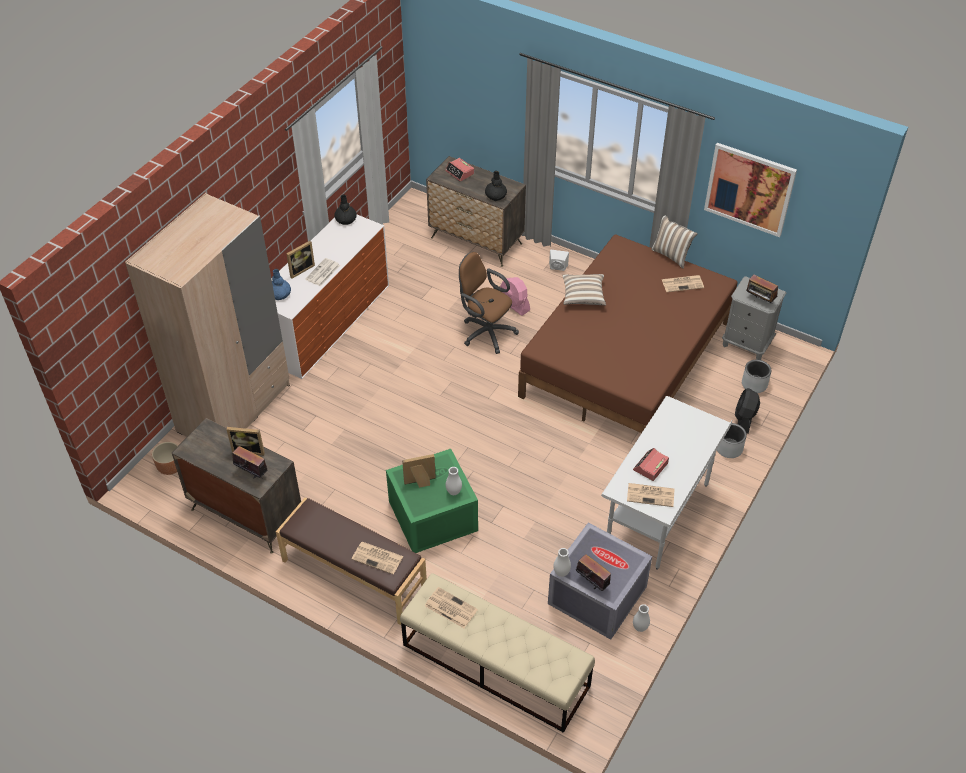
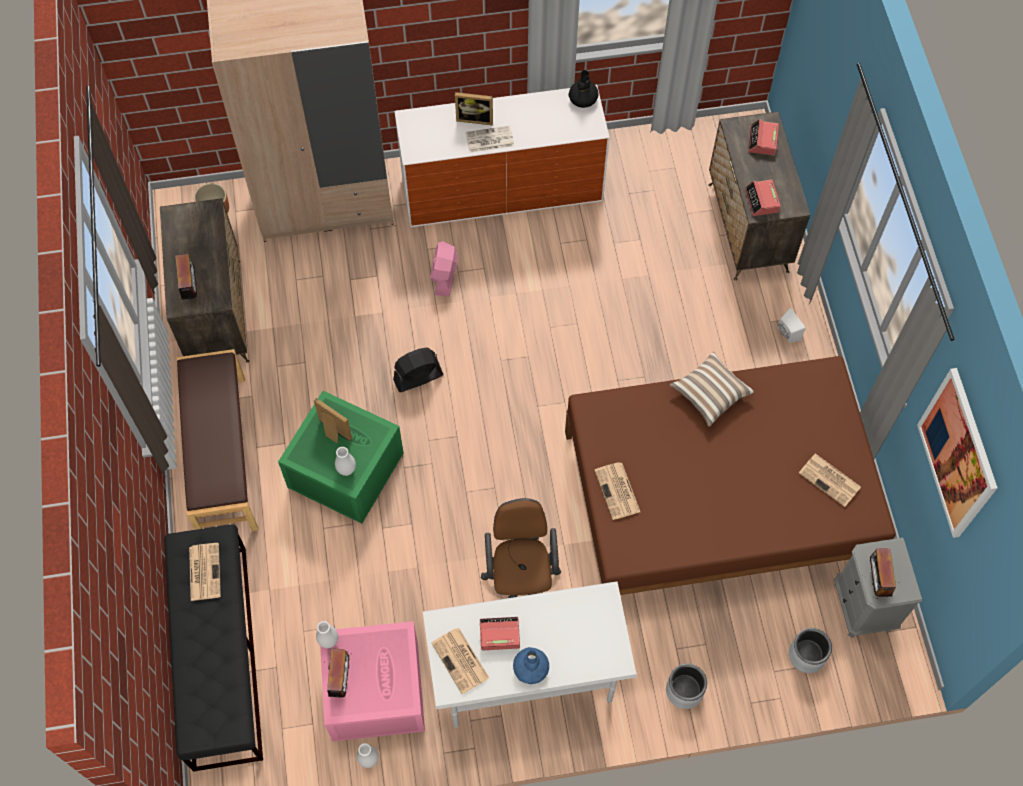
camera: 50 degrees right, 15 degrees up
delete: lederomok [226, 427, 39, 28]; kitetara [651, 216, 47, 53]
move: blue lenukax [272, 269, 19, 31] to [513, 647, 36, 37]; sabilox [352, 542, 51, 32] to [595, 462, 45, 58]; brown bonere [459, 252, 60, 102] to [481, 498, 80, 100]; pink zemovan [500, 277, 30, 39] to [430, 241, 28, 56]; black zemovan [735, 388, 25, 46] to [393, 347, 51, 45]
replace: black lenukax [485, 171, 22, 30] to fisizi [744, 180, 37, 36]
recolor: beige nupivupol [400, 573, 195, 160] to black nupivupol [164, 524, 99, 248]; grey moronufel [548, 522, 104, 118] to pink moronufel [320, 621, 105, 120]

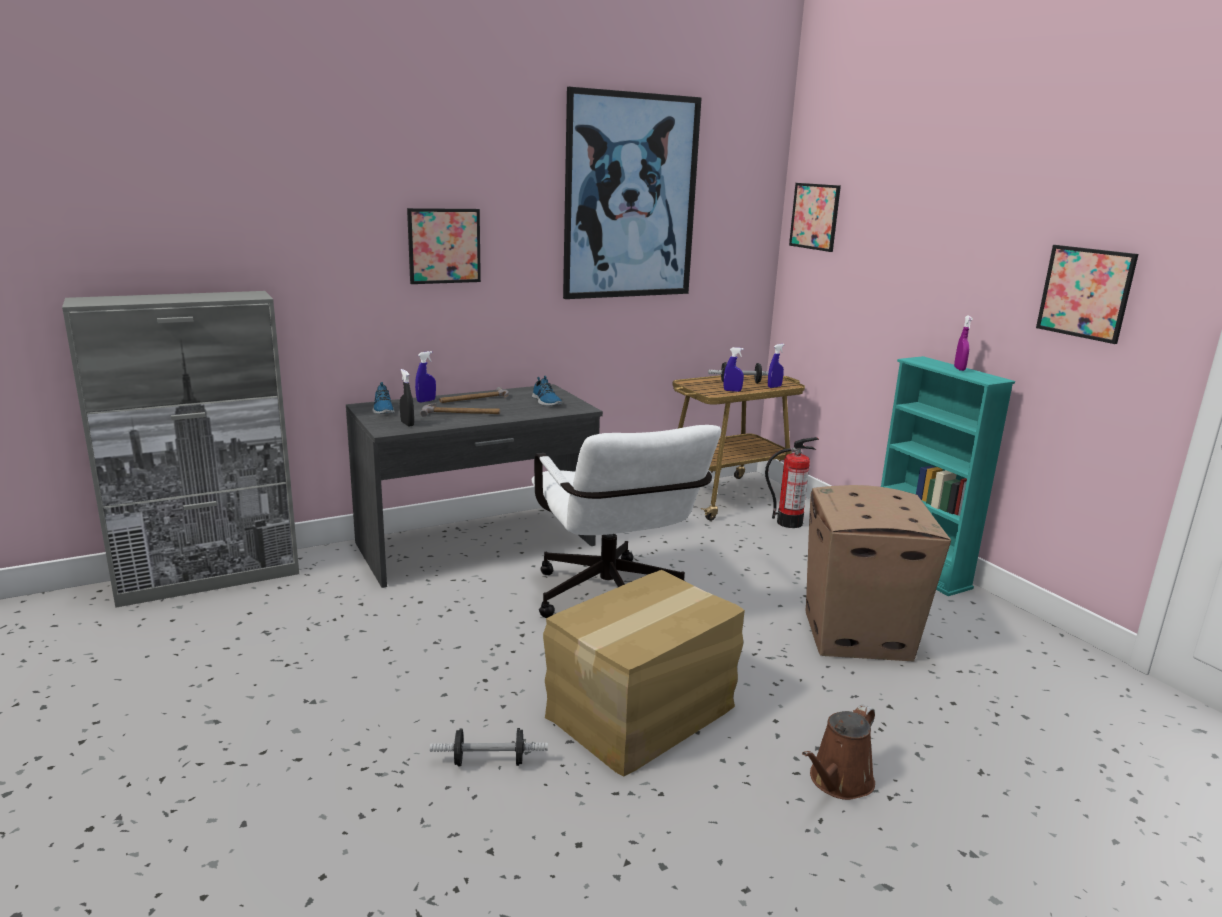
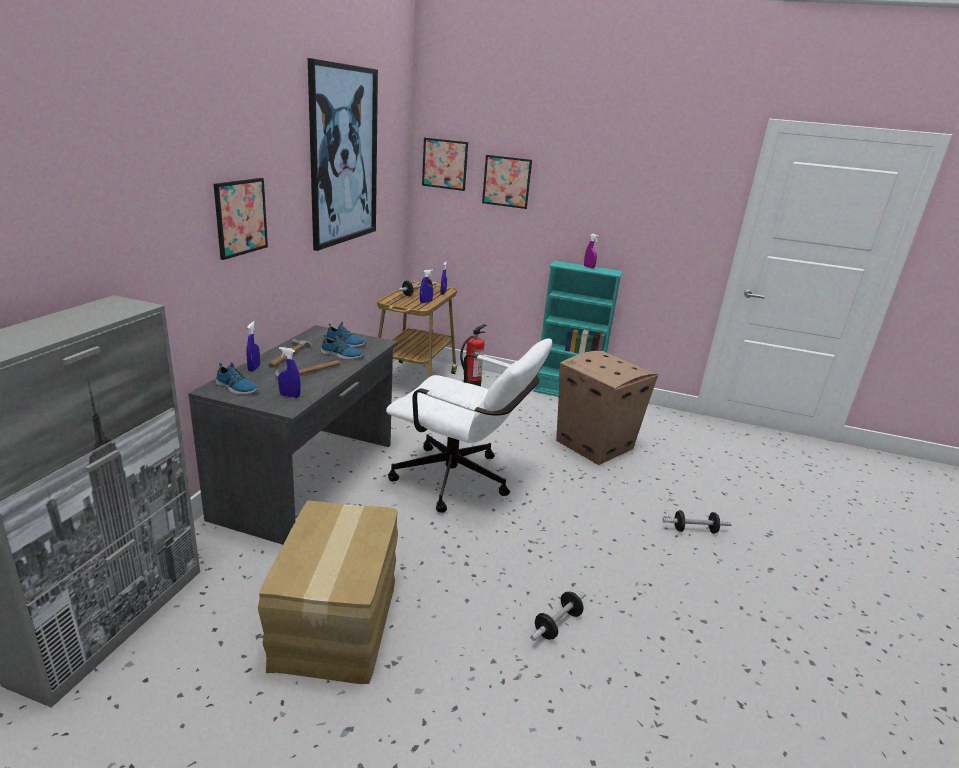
camera: 45 degrees left, 5 degrees up
insert: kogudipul [321, 333, 43, 27]
move: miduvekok [543, 570, 202, 207] to [258, 501, 140, 183]; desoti [1036, 245, 102, 99] to [482, 155, 50, 54]
replace: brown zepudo [802, 705, 73, 95] to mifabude [663, 510, 69, 24]
recolor: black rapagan [400, 369, 14, 58] to blue rapagan [278, 347, 23, 51]

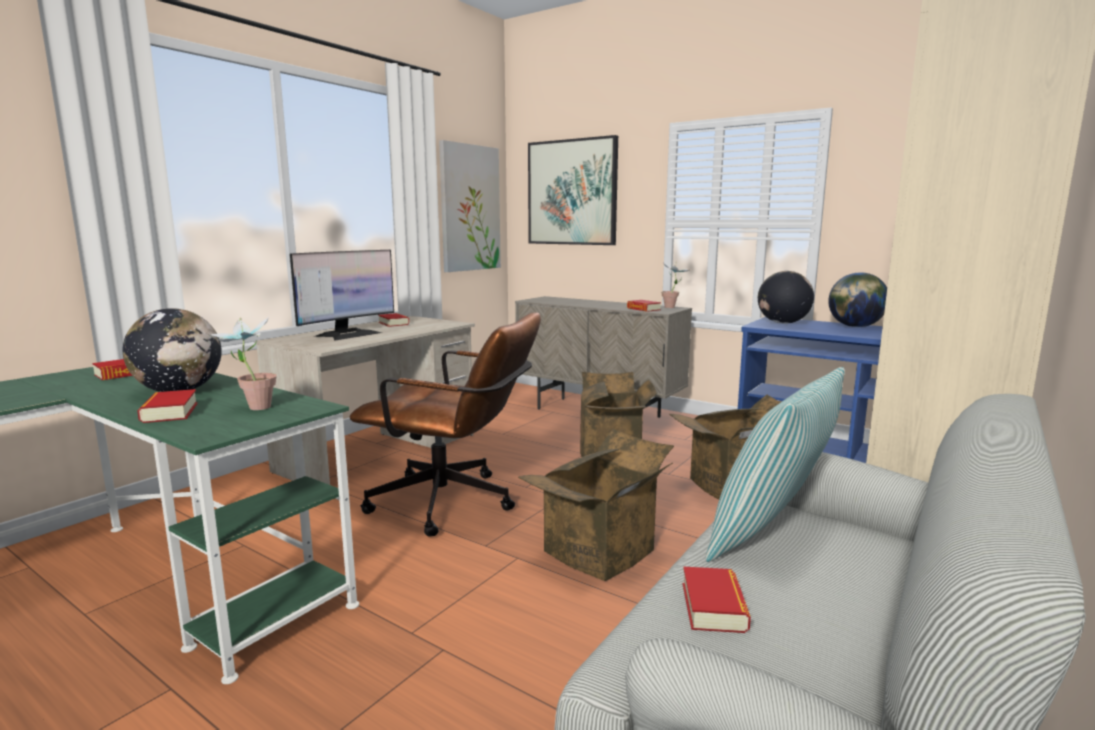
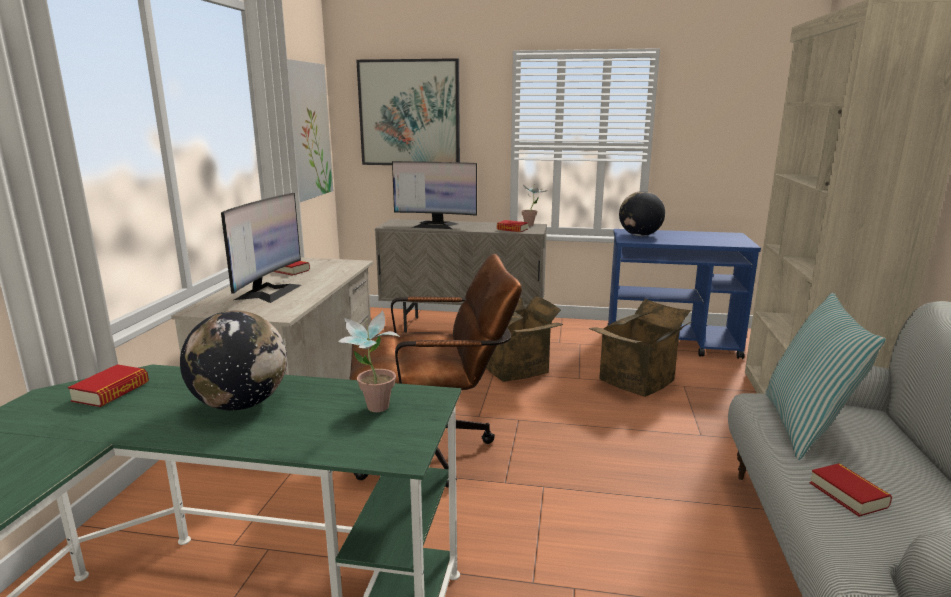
camera: 25 degrees left, 5 degrees up
delete: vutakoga [137, 389, 61, 34]; miduvekok [518, 429, 156, 152]; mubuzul [828, 272, 59, 55]
insert: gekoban [392, 161, 85, 68]

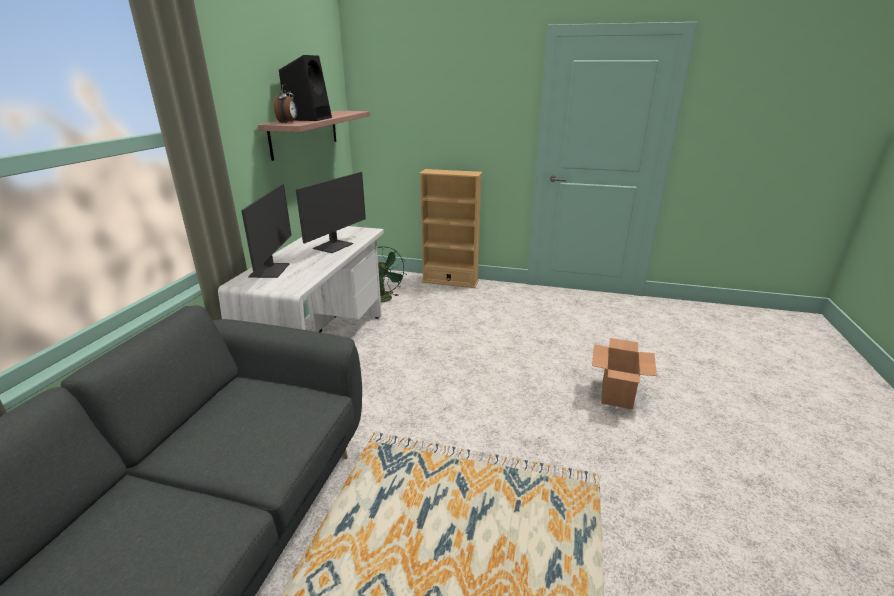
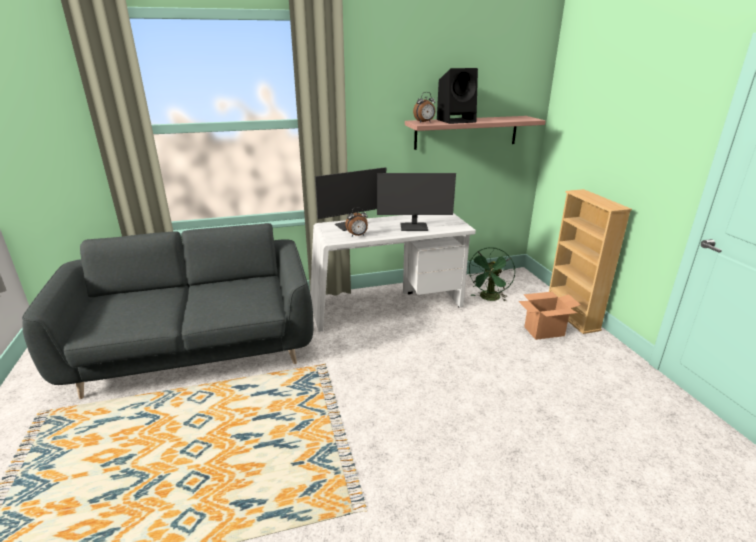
camera: 60 degrees right, 0 degrees up
insert: fisizi [345, 207, 23, 29]
move: miduvekok [592, 338, 65, 72] to [518, 292, 63, 48]

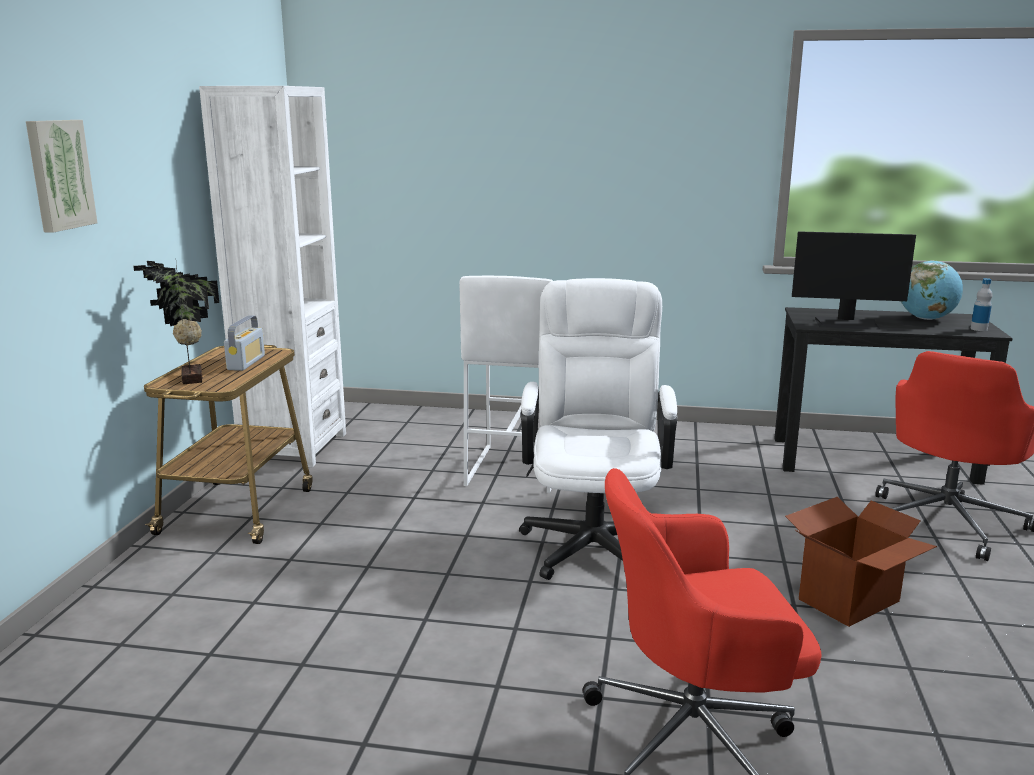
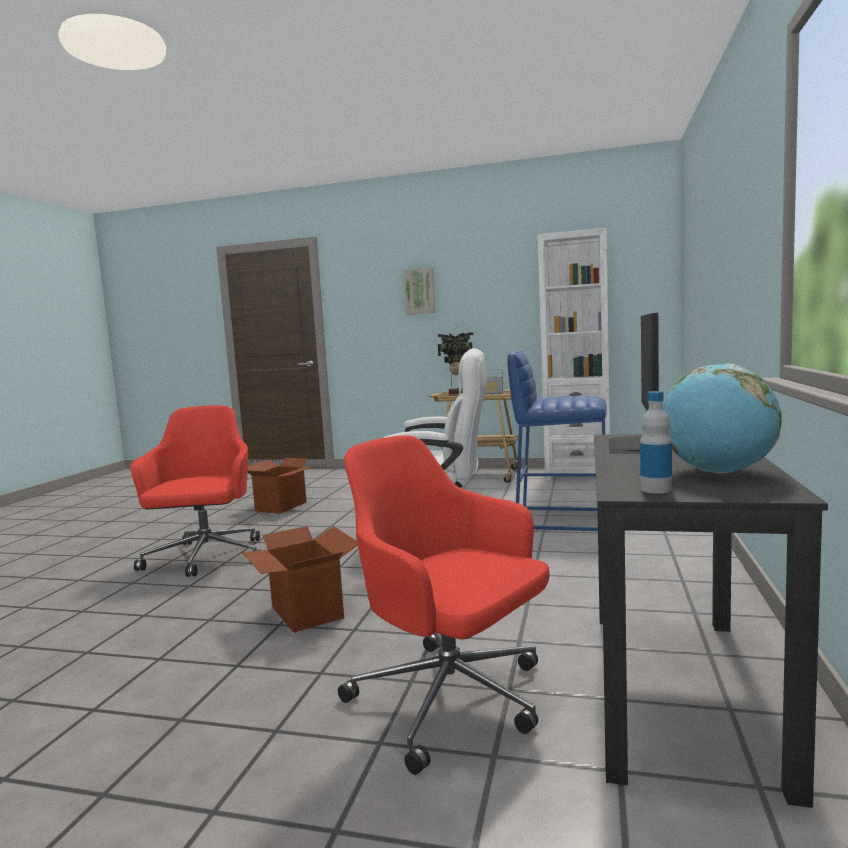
camera: 95 degrees right, 10 degrees down
insert: miduvekok [247, 458, 68, 56]
recolor: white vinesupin [460, 276, 93, 217] to blue vinesupin [507, 351, 100, 180]

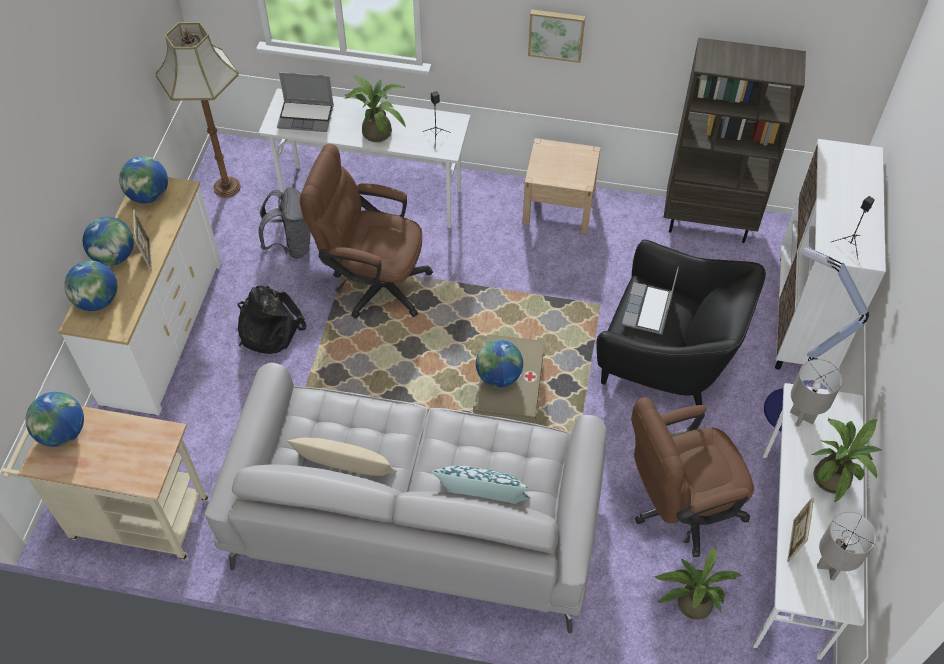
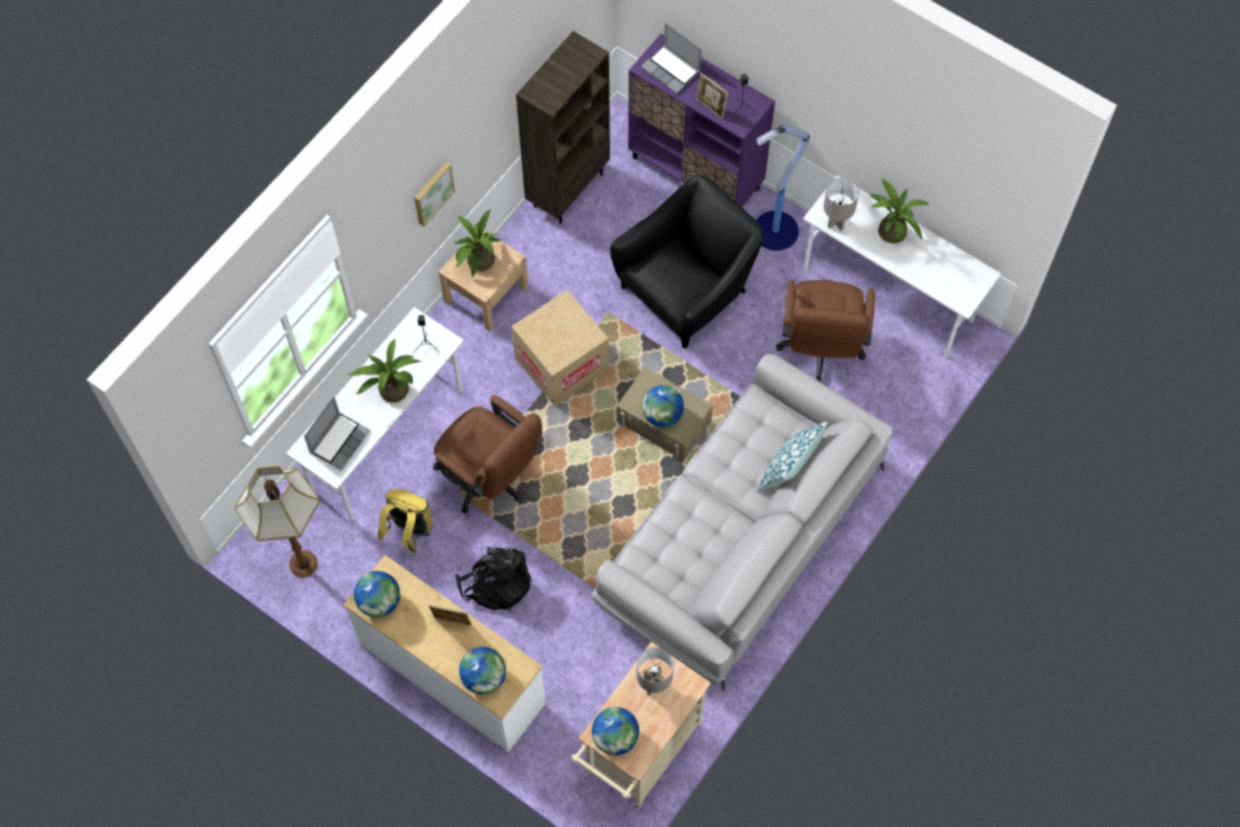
camera: 65 degrees left, 10 degrees up
delete: mubuzul [83, 217, 51, 49]; beige kitetara [287, 438, 110, 38]
insert: miduvekok [511, 290, 98, 116]
move: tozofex [622, 267, 57, 68] to [641, 23, 61, 71]; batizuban [654, 546, 88, 74] to [454, 209, 48, 68]; lederomok [787, 497, 27, 65] to [696, 73, 32, 46]; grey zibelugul [817, 512, 60, 68] to [636, 647, 38, 48]
recolor: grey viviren [258, 187, 53, 72] to yellow viviren [377, 489, 55, 65]; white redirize [775, 139, 111, 231] to purple redirize [628, 34, 147, 173]
rotate: brown bonere [300, 144, 133, 174] = [433, 395, 109, 119] 90 degrees counterclockwise

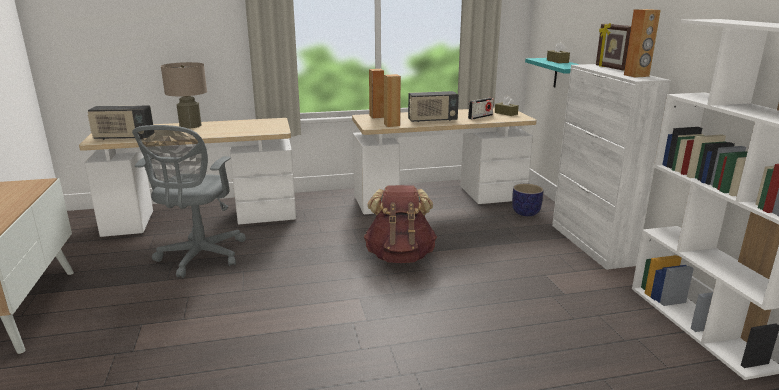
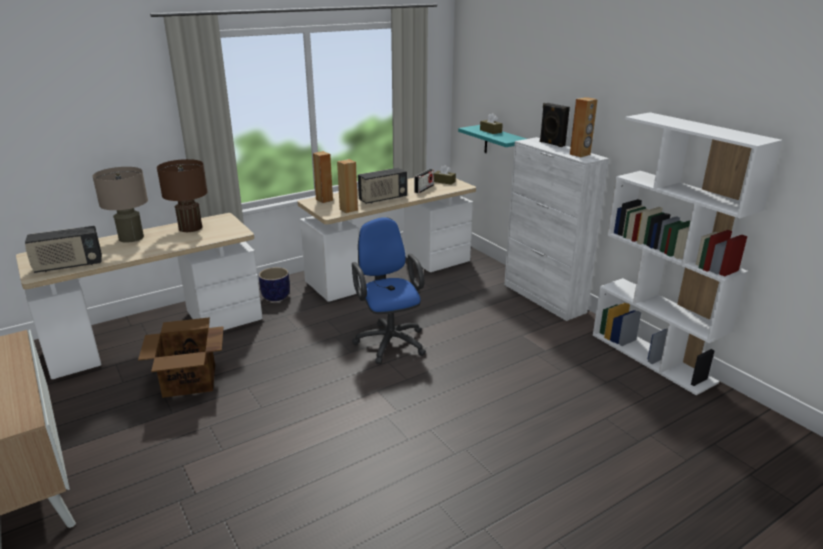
camera: 20 degrees left, 5 degrees up
insert: brown zibelugul [157, 159, 51, 73]
move: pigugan [512, 184, 31, 32] to [259, 267, 31, 34]
replace: grey bonere [132, 125, 114, 153] to miduvekok [138, 317, 86, 81]; brown viviren [364, 185, 73, 78] to blue bonere [352, 217, 74, 147]; lederomok [596, 23, 35, 47] to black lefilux [540, 103, 30, 44]

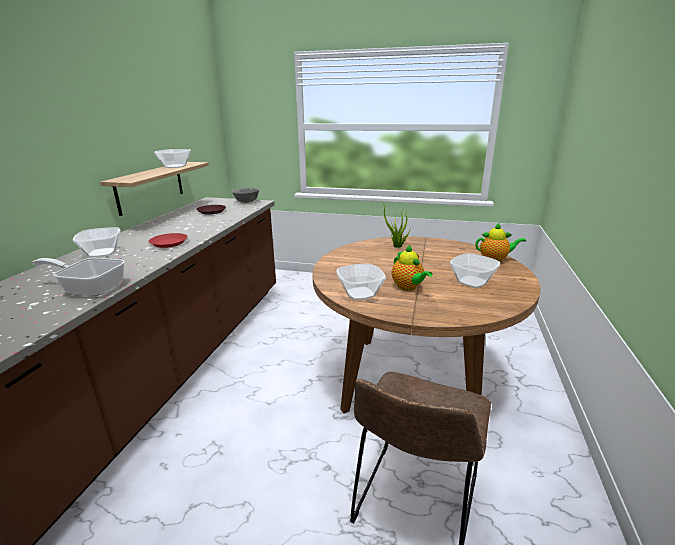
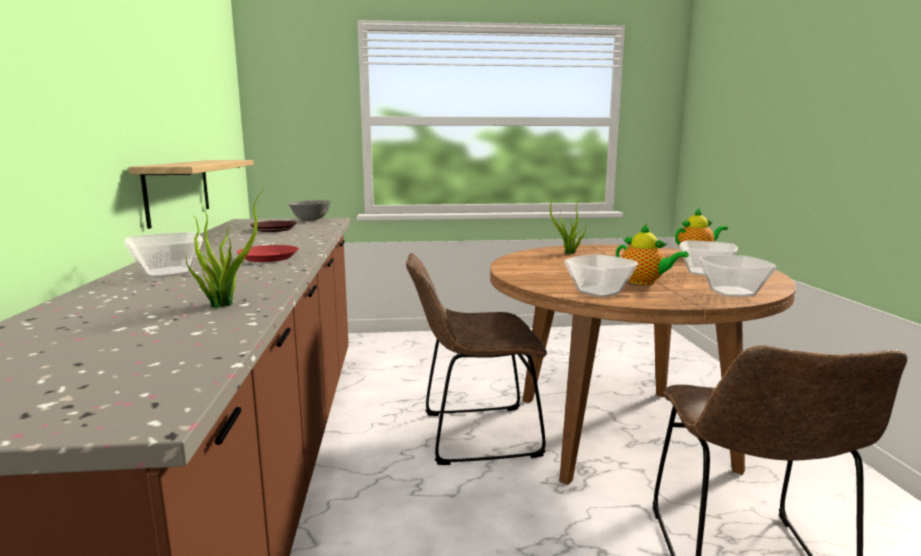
camera: 20 degrees left, 10 degrees down
insert: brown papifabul [406, 253, 141, 212]
move: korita [154, 149, 37, 19] to [699, 255, 77, 42]
replace: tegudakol [32, 258, 93, 38] to batizuban [185, 189, 79, 119]

